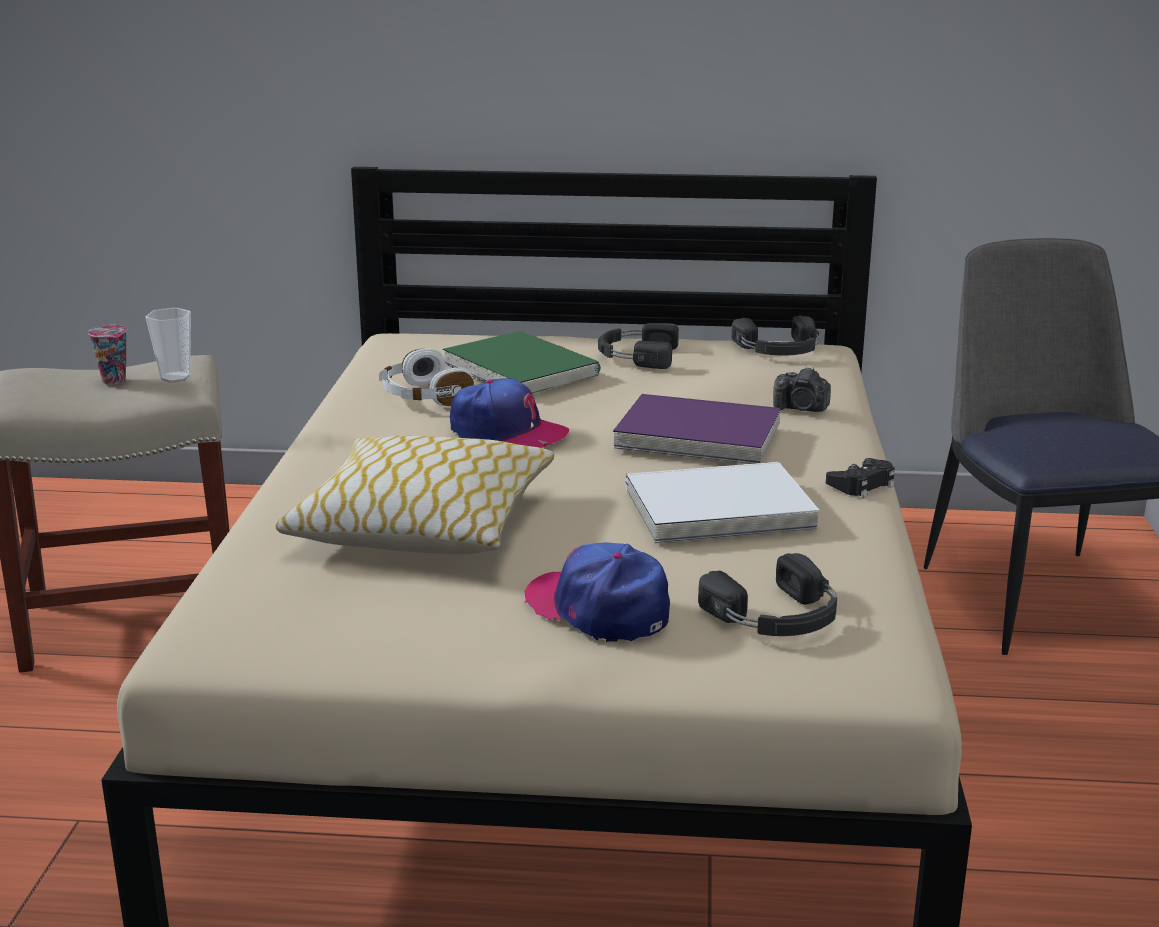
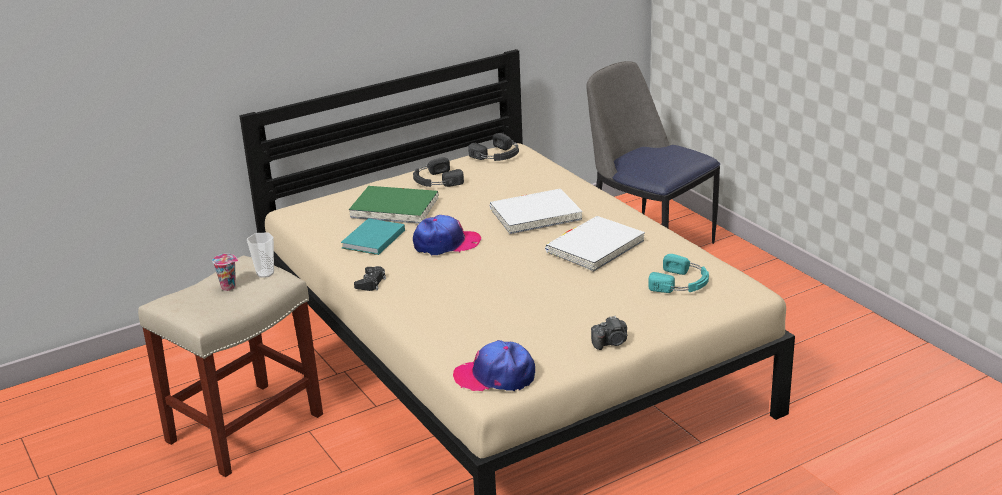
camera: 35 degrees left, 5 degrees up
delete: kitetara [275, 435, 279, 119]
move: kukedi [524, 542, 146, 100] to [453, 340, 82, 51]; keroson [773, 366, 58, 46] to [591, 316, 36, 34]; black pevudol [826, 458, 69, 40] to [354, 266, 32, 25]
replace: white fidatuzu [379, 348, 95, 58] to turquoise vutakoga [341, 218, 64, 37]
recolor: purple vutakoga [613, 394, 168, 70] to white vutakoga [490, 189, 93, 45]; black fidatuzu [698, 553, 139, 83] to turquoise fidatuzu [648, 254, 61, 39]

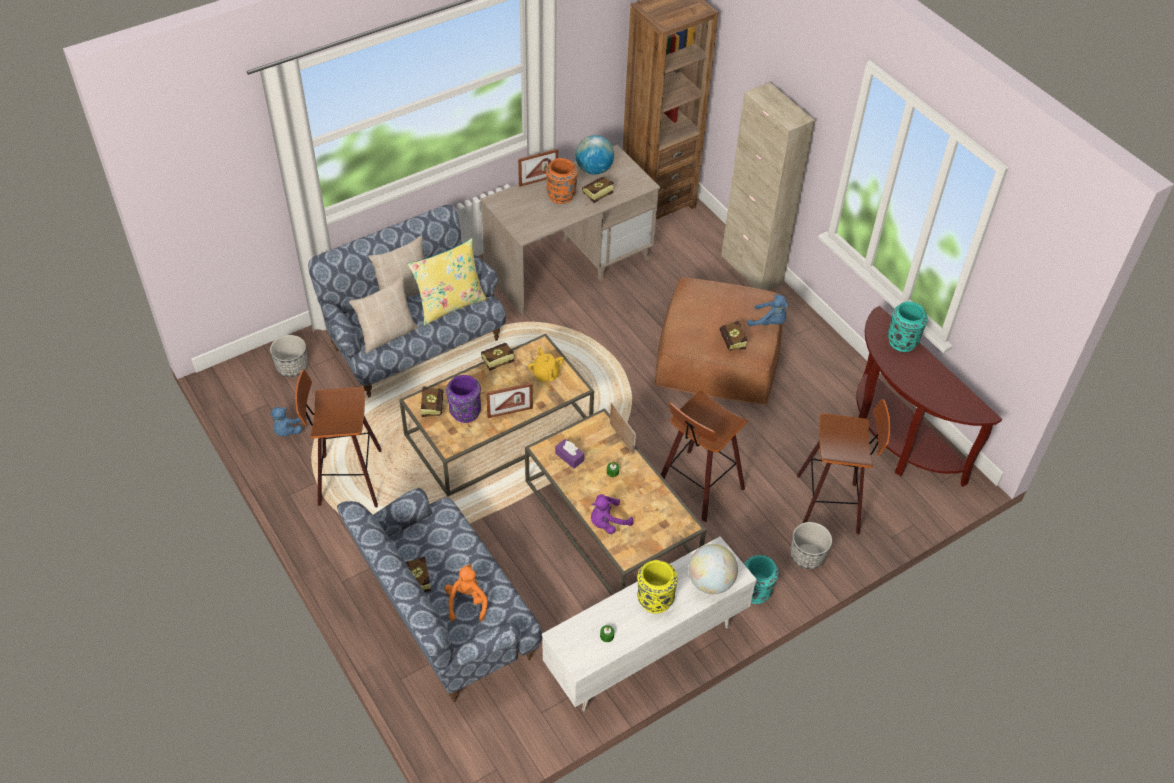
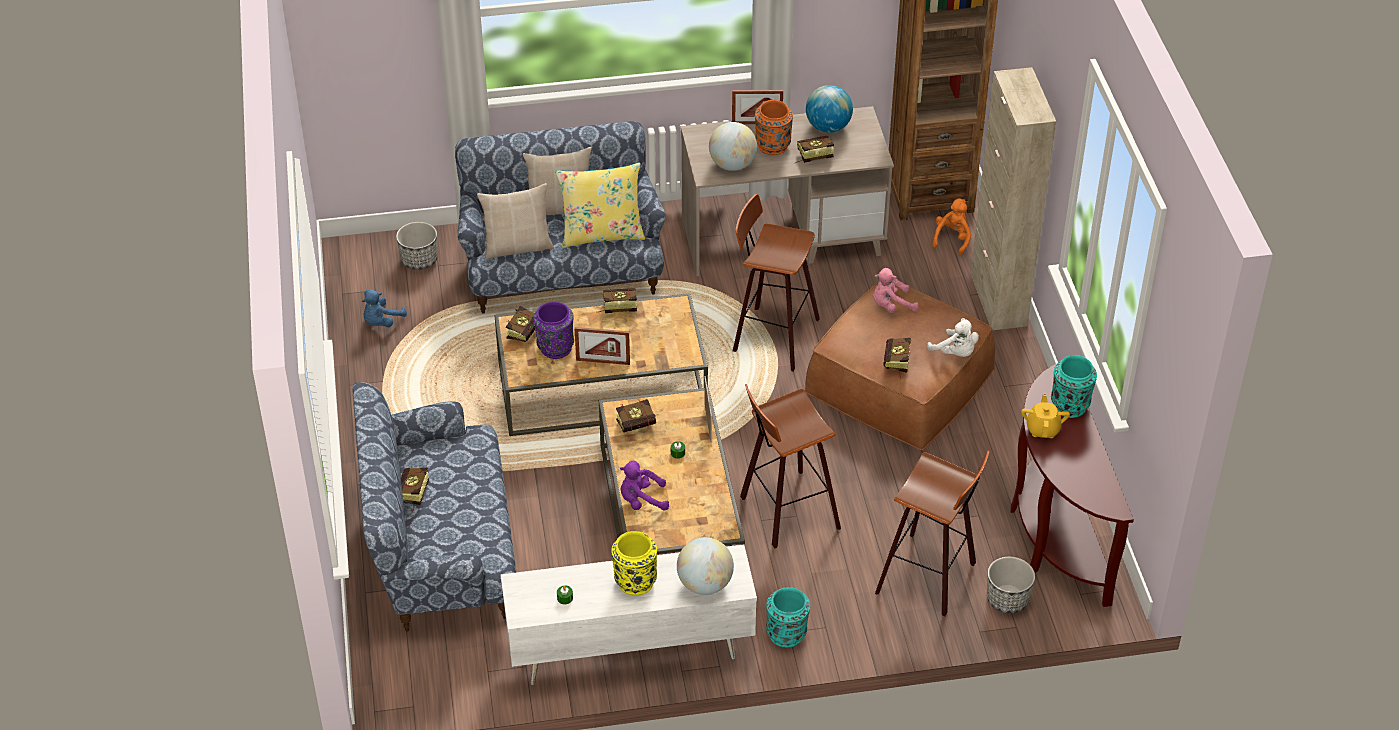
camera: 25 degrees right, 5 degrees down
insert: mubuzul [709, 122, 48, 49]; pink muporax [873, 268, 46, 45]
move: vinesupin [295, 370, 87, 137] to [733, 194, 87, 178]; orange muporax [444, 564, 43, 57] to [932, 198, 39, 57]; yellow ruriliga [528, 347, 36, 35] to [1021, 393, 49, 45]; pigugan [790, 522, 42, 47] to [987, 557, 48, 56]
replace: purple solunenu [555, 439, 29, 30] to vutakoga [616, 399, 43, 33]
recolor: blue muporax [747, 294, 41, 32] to white muporax [927, 318, 52, 39]

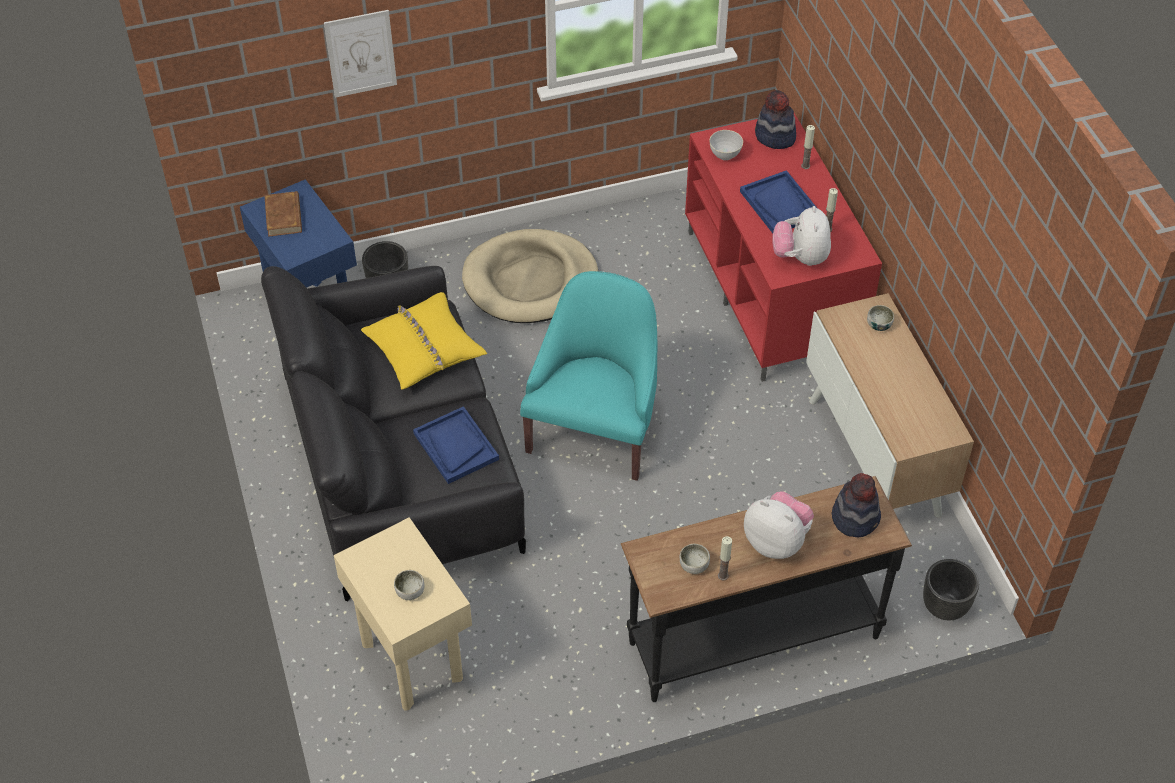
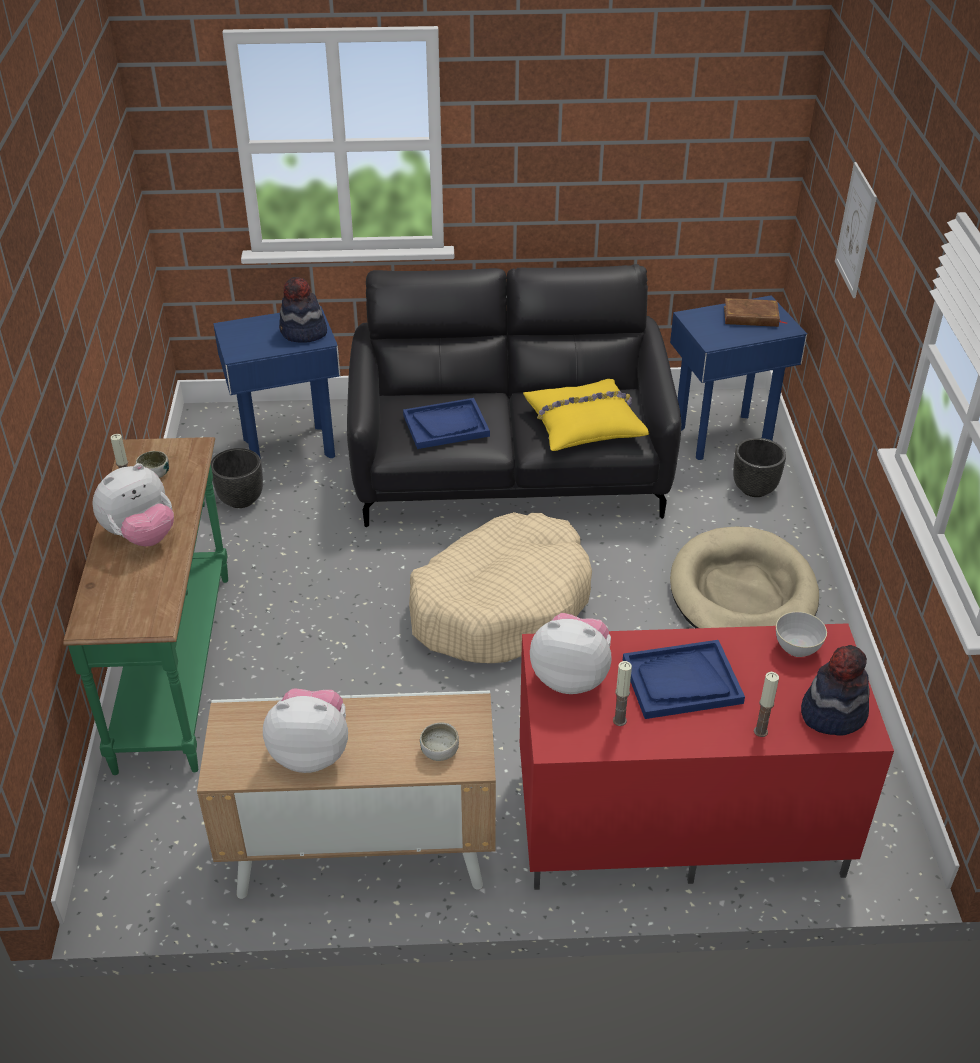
camera: 105 degrees right, 10 degrees down
delete: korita [394, 570, 31, 30]
insert: muporax [263, 688, 85, 85]
move: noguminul [832, 473, 49, 64] to [279, 277, 48, 66]; black pigugan [923, 559, 56, 62] to [211, 448, 52, 60]
replace: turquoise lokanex [520, 271, 137, 210] to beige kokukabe [409, 512, 183, 151]
recolor: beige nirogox [334, 517, 138, 194] to blue nirogox [213, 306, 127, 153]; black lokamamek [621, 476, 291, 226] to green lokamamek [63, 437, 165, 338]

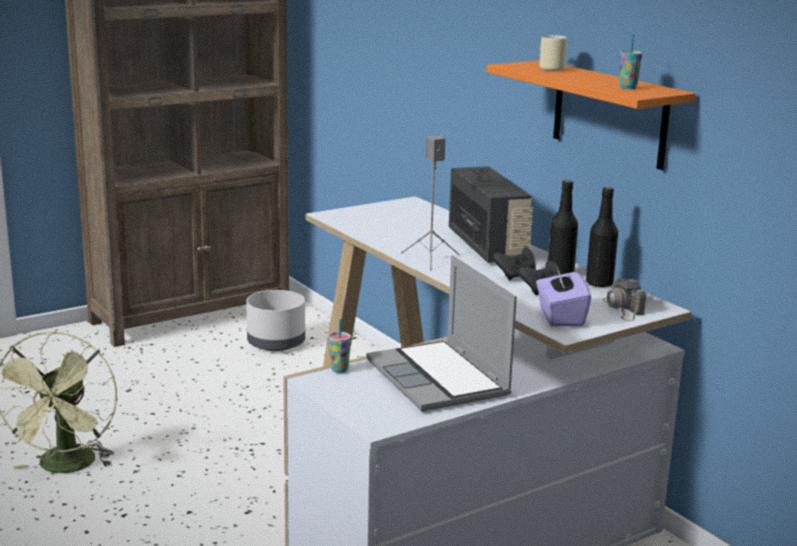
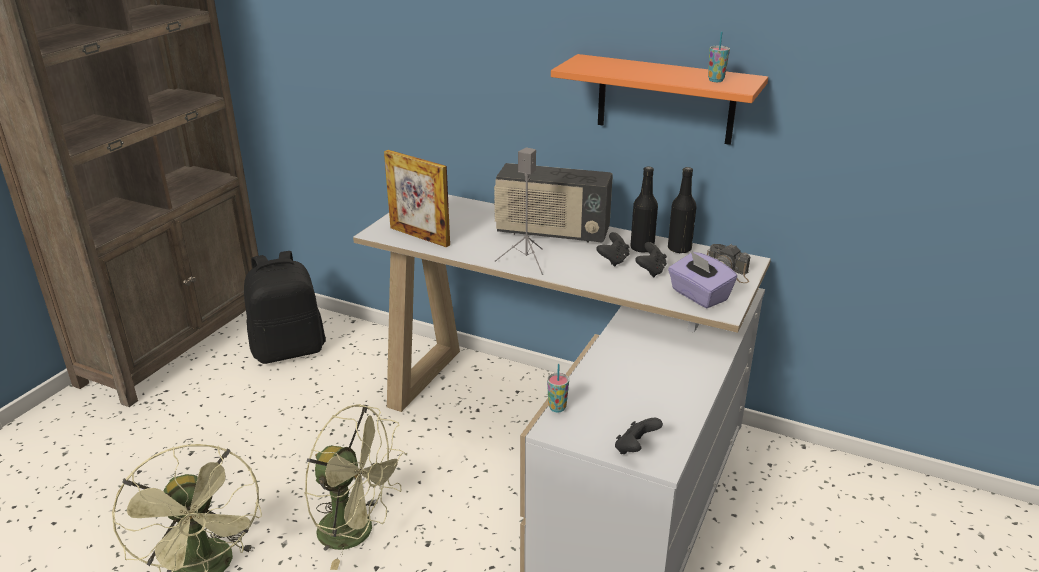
camera: 30 degrees left, 10 degrees up
delete: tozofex [367, 255, 150, 157]; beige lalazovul [539, 35, 28, 36]
insert: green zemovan [304, 404, 103, 166]; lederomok [384, 150, 66, 97]; black pevudol [615, 418, 48, 36]
replace: grey pigugan [246, 290, 59, 61] to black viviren [244, 251, 82, 113]
rotate: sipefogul [449, 166, 84, 97] = [494, 163, 119, 80] 150 degrees clockwise

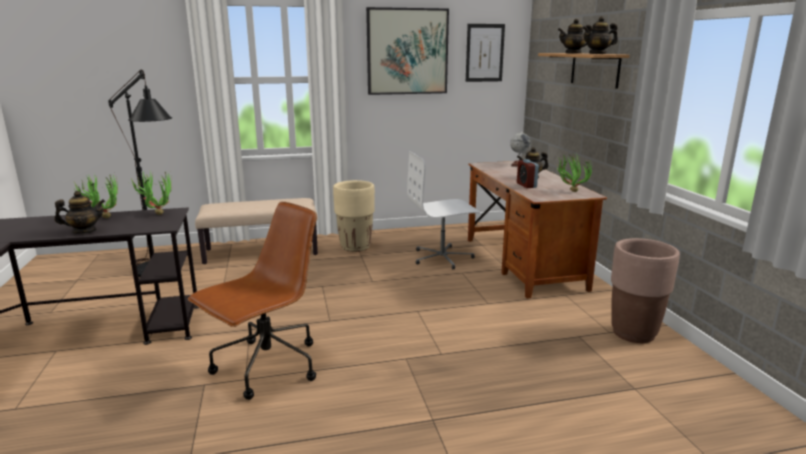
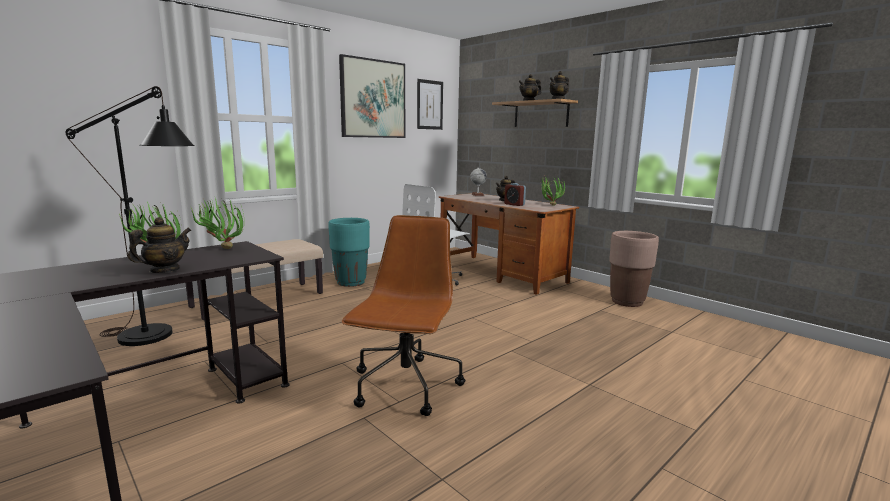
camera: 30 degrees left, 5 degrees down
recolor: beige pigugan [333, 180, 42, 72] to turquoise pigugan [329, 218, 41, 69]

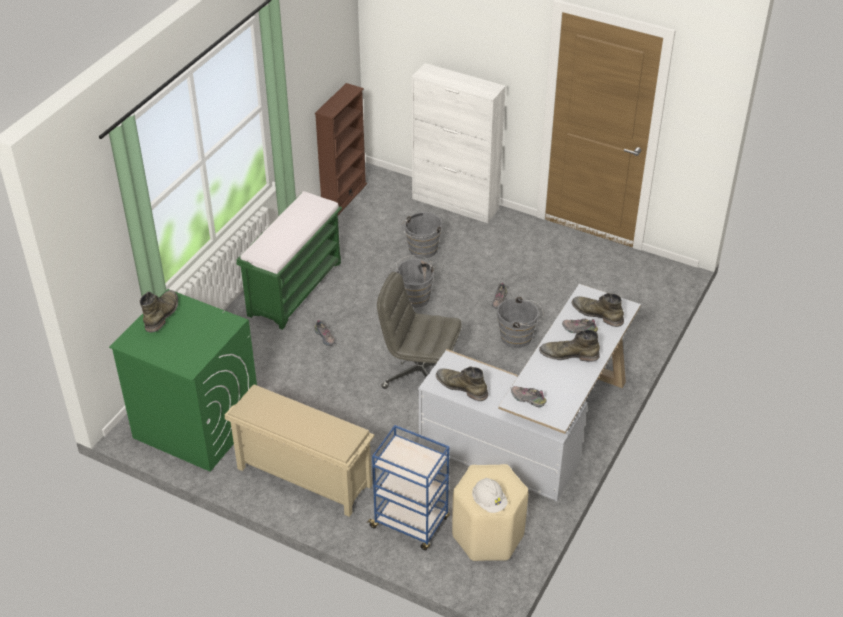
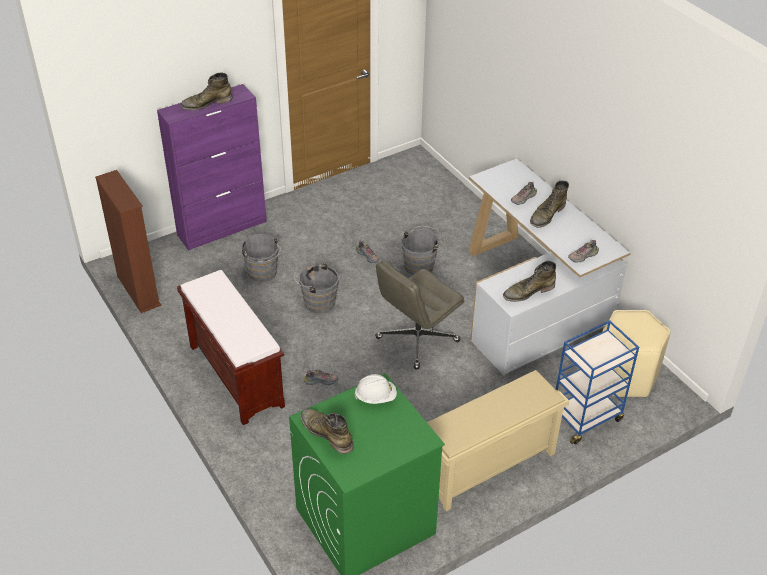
camera: 60 degrees left, 0 degrees up
move: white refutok [472, 478, 36, 35] to [355, 374, 42, 30]; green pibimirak [572, 293, 52, 34] to [180, 72, 53, 39]
recolor: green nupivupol [236, 191, 106, 139] to brown nupivupol [177, 270, 108, 155]; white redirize [412, 63, 94, 160] to purple redirize [157, 84, 110, 166]

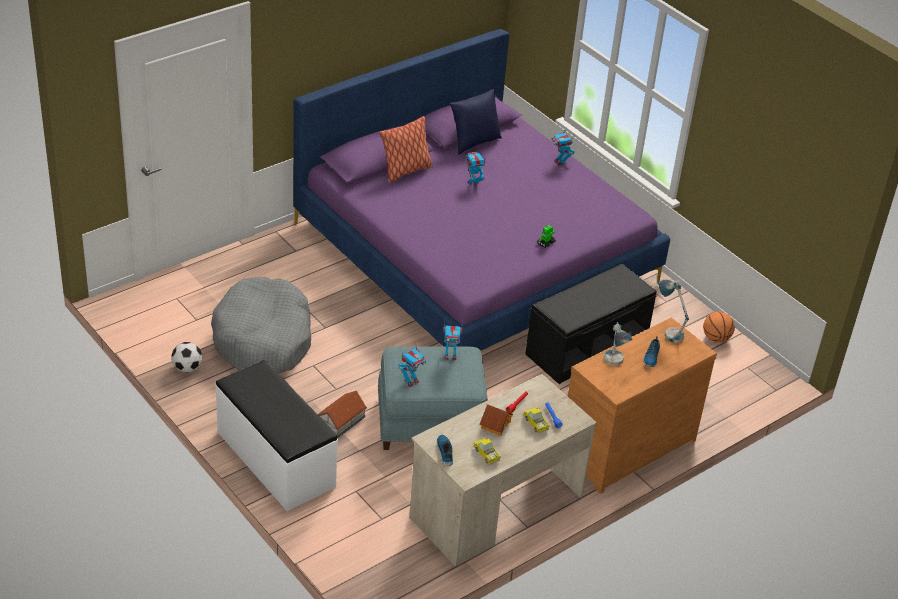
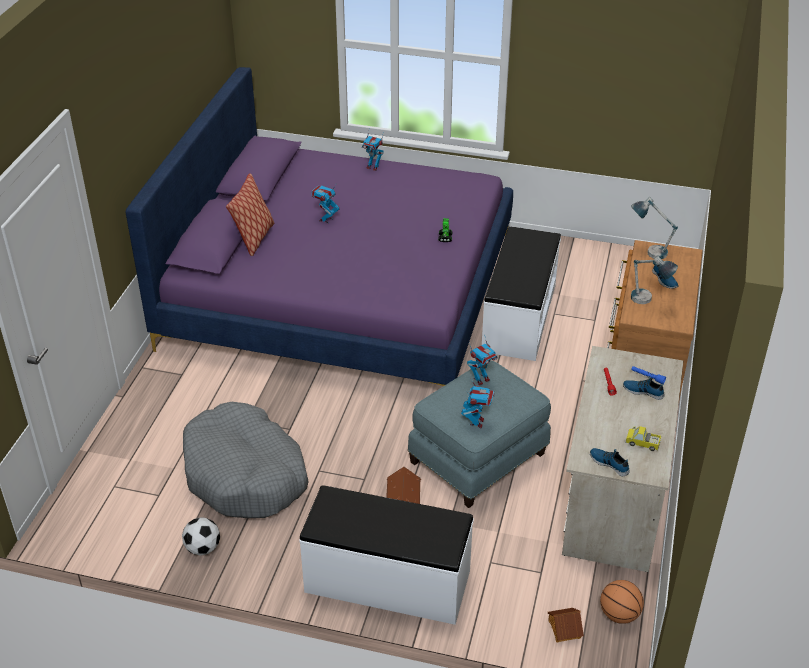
camera: 35 degrees left, 0 degrees up
delete: blue kitetara [450, 89, 52, 66]
move: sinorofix [480, 404, 33, 32] to [548, 608, 36, 34]; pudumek [703, 311, 32, 32] to [600, 580, 44, 44]
replace: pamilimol [524, 408, 26, 25] to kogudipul [623, 376, 41, 24]
recolor: black nupivupol [525, 264, 132, 120] to white nupivupol [482, 227, 79, 134]

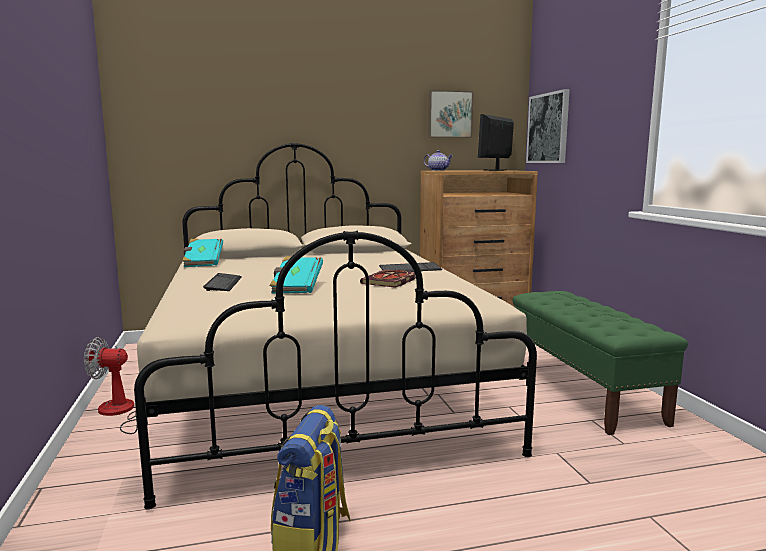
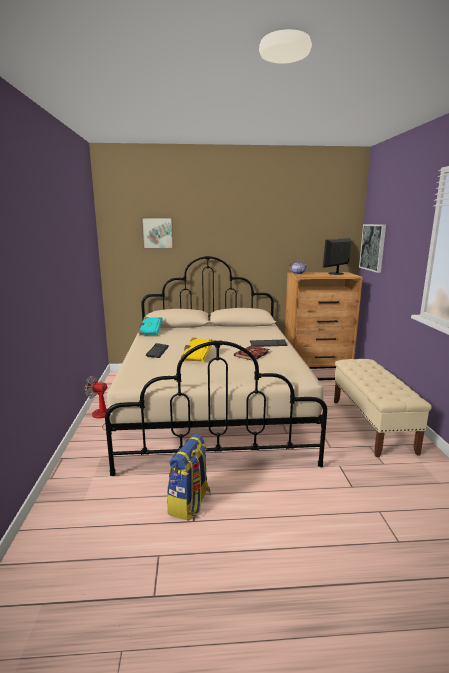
camera: 10 degrees right, 5 degrees up
move: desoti [428, 90, 46, 48] to [141, 218, 32, 31]
recolor: turquoise vutakoga [270, 256, 53, 38] to yellow vutakoga [181, 337, 32, 26]; green nupivupol [512, 291, 176, 144] to beige nupivupol [334, 359, 98, 98]

